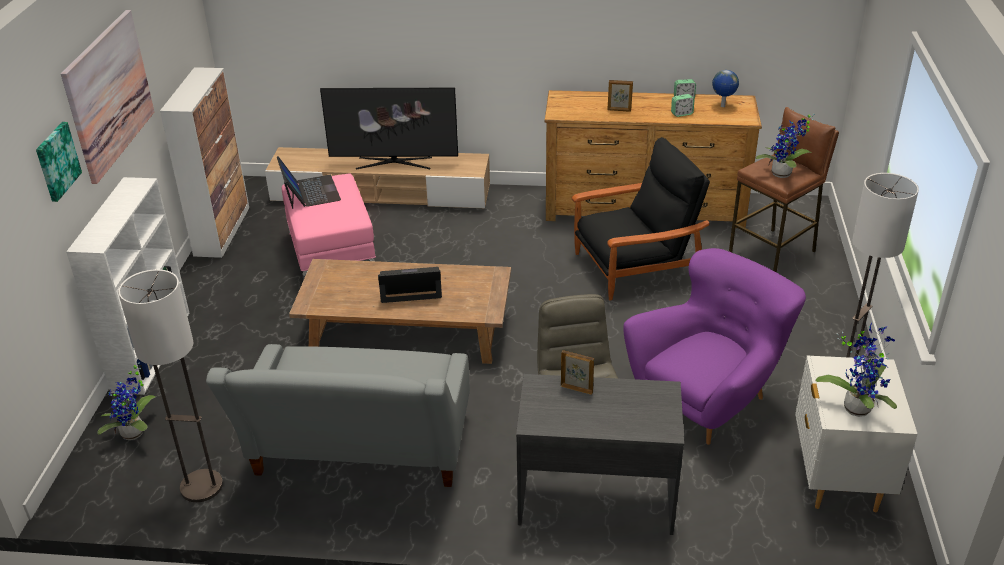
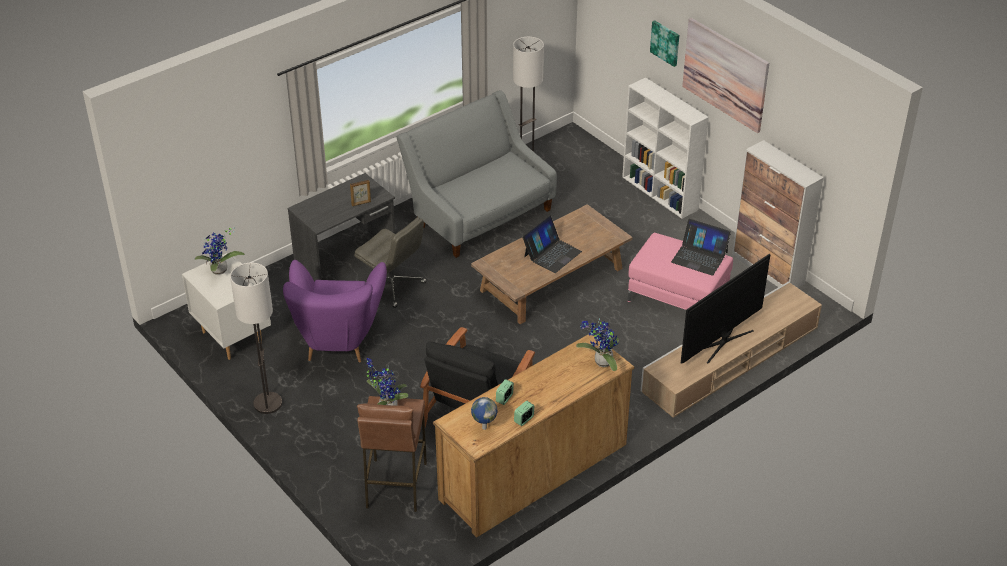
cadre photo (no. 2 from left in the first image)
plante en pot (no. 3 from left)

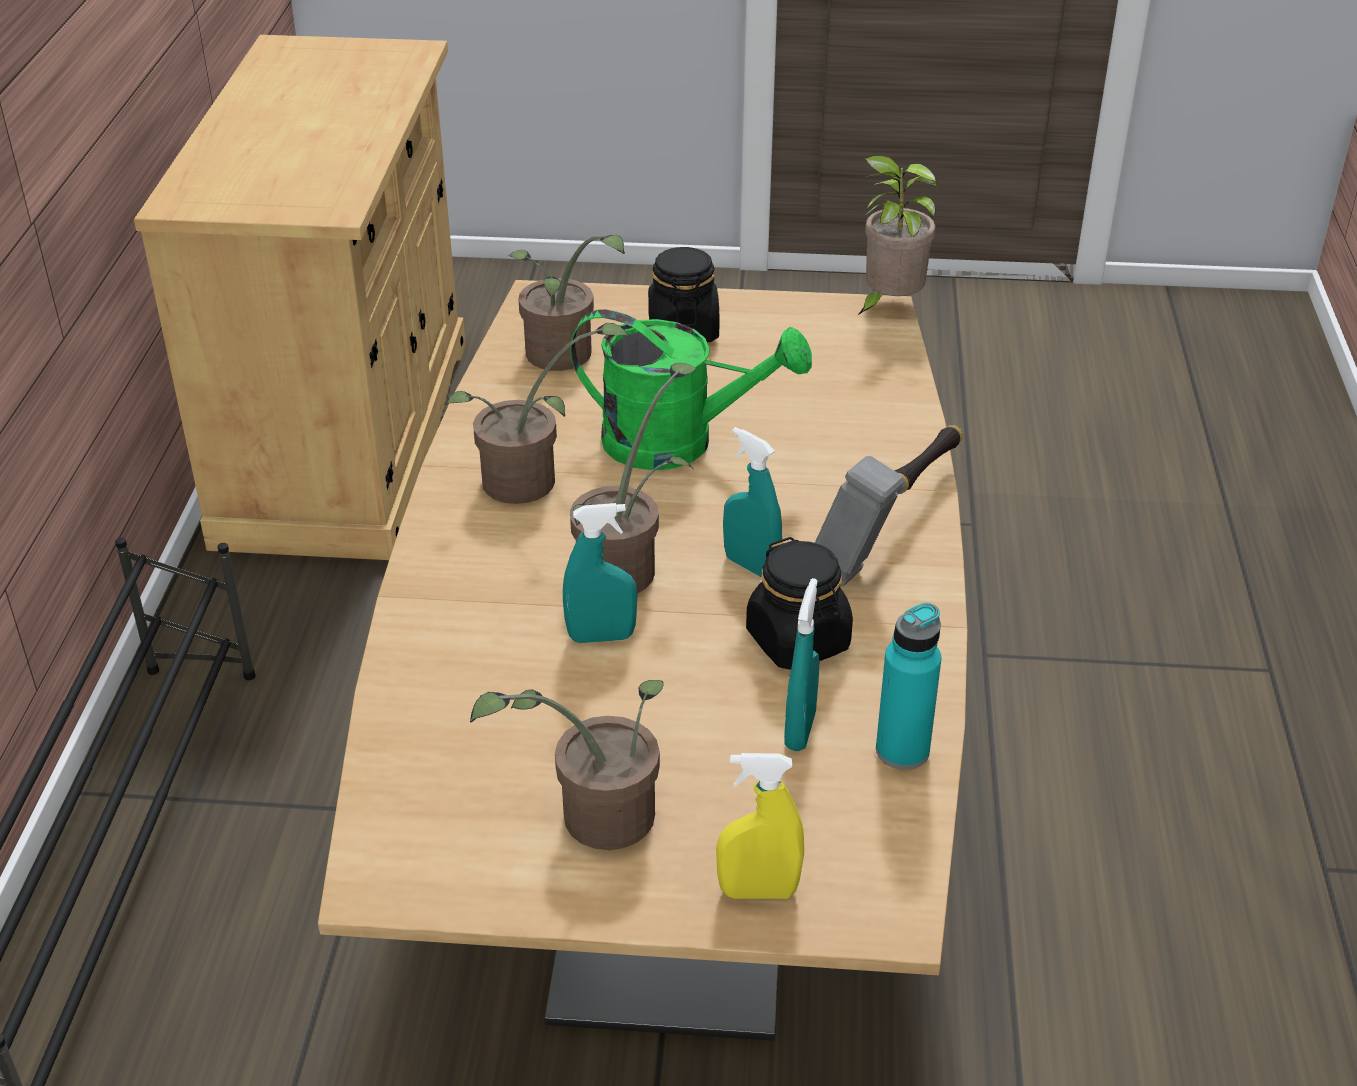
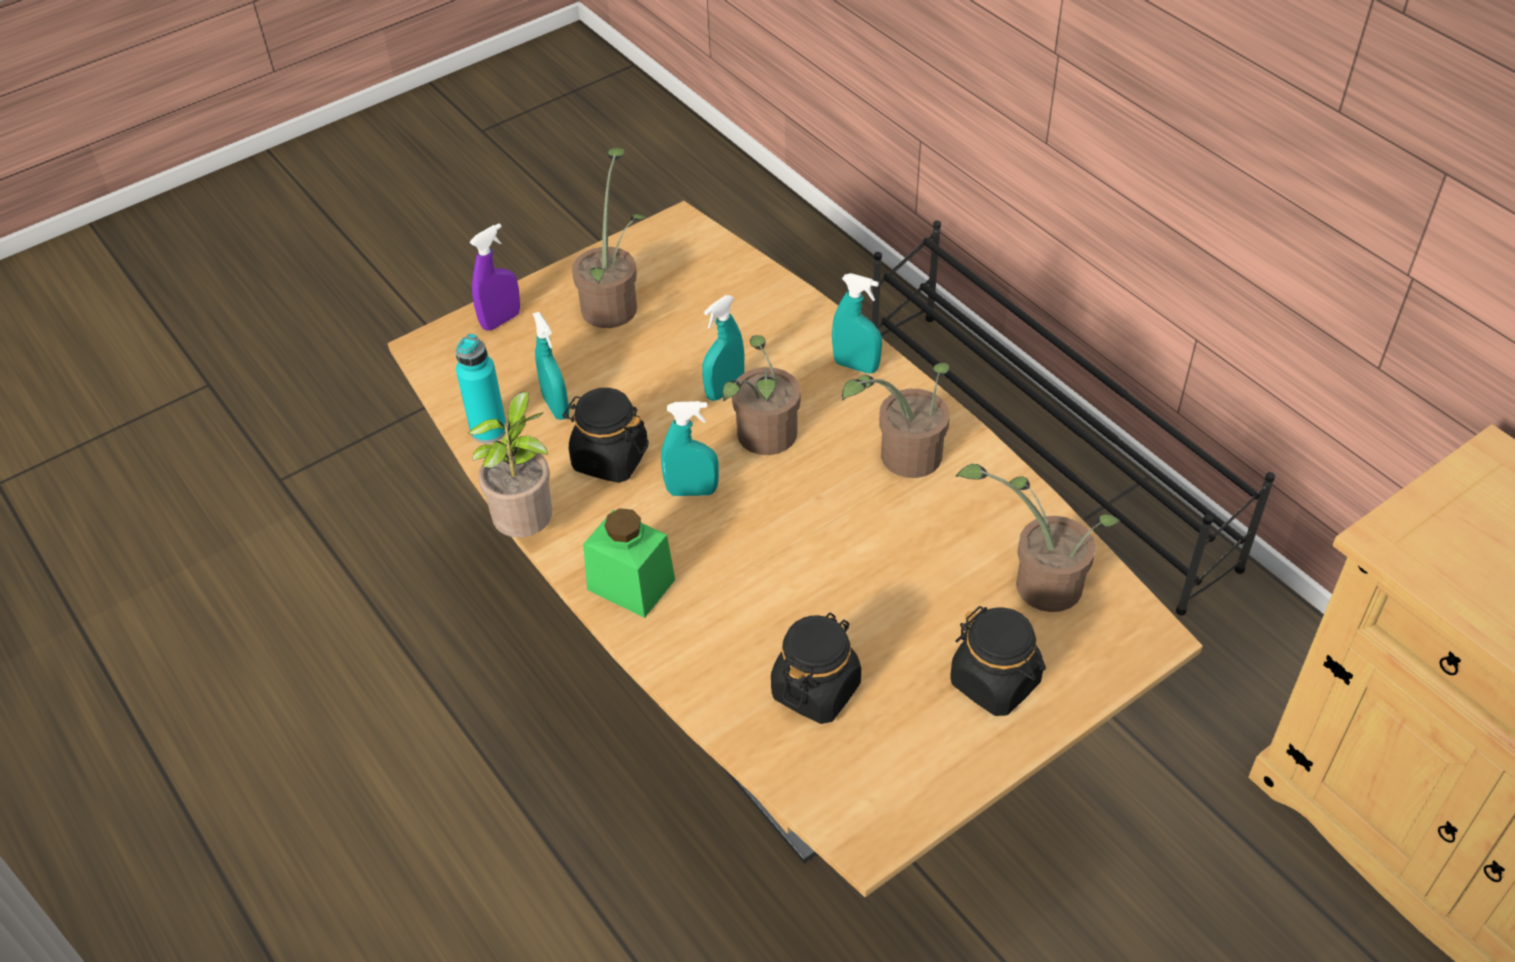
arrosoir/vert
bocal/noir (no. 2 from left)
vaporisateur/turquoise (no. 4 from left)
plante en pot (no. 1 from left)
bocal/vert
vaporisateur/violet

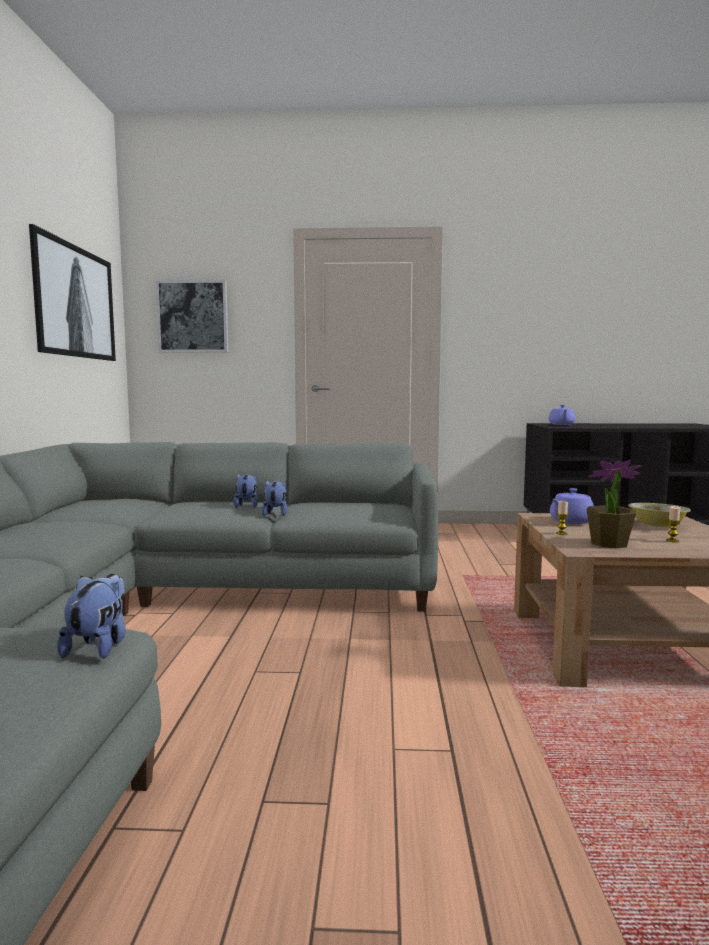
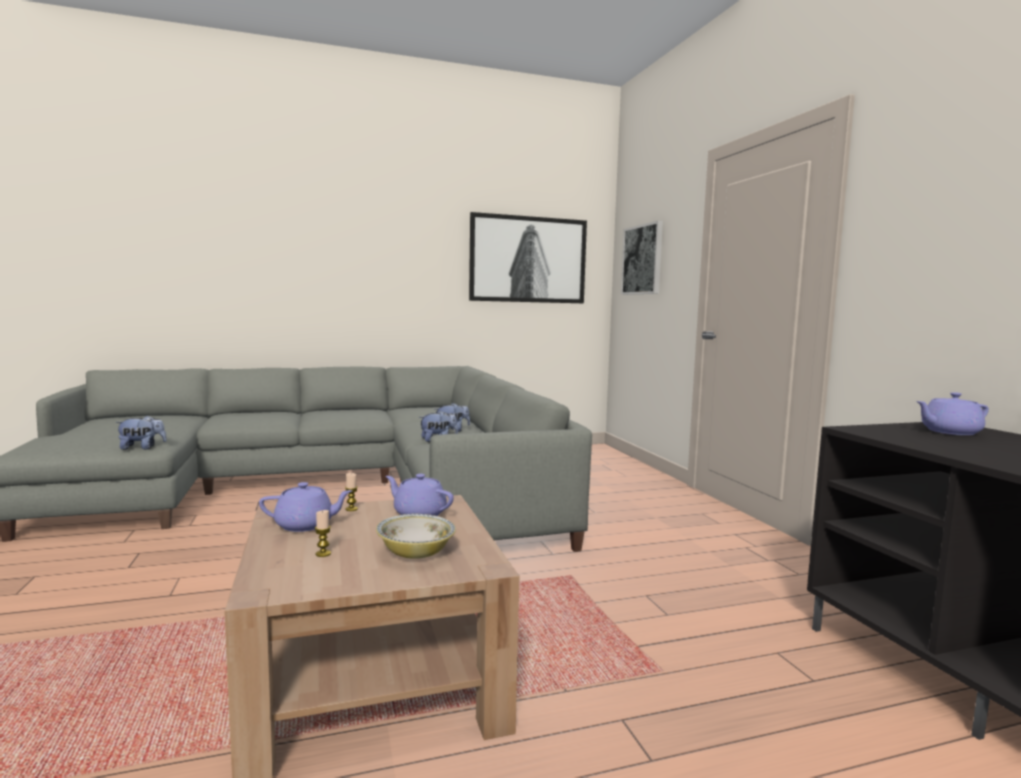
théière/violet (no. 1 from left)

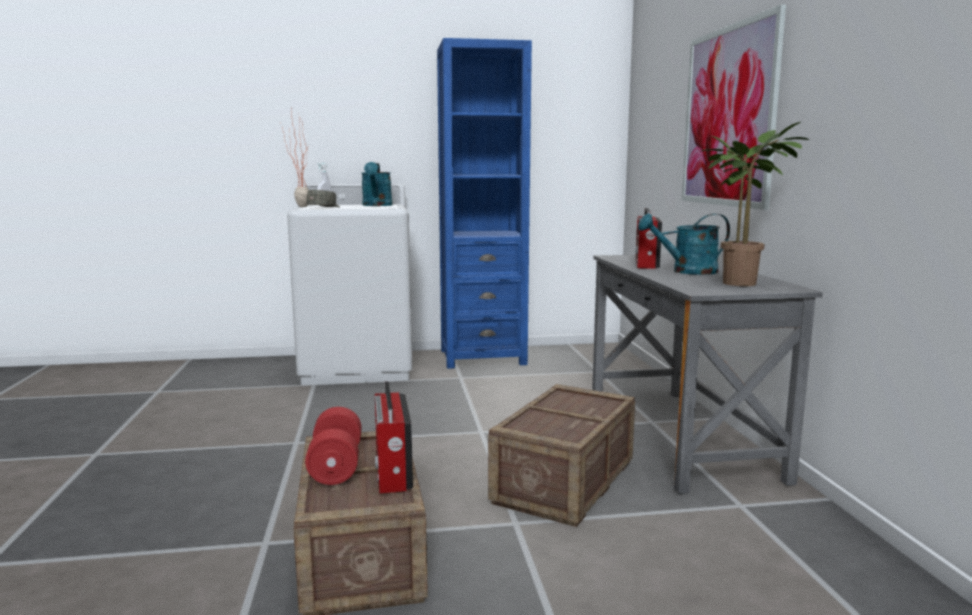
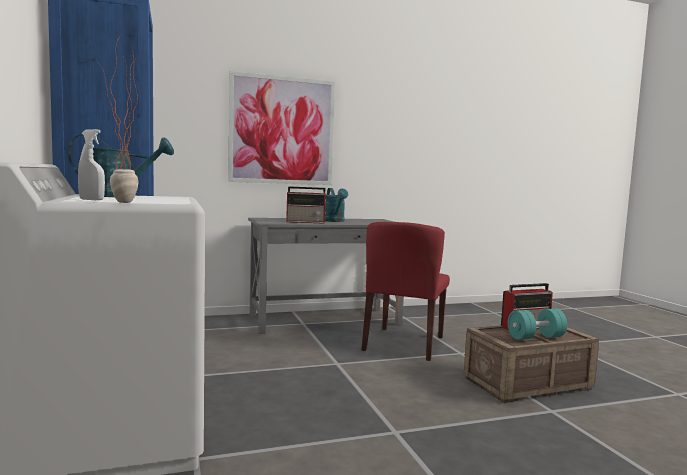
casquette/gris
plante en pot (no. 2 from left in the first image)
chaise/rouge
haltère/turquoise

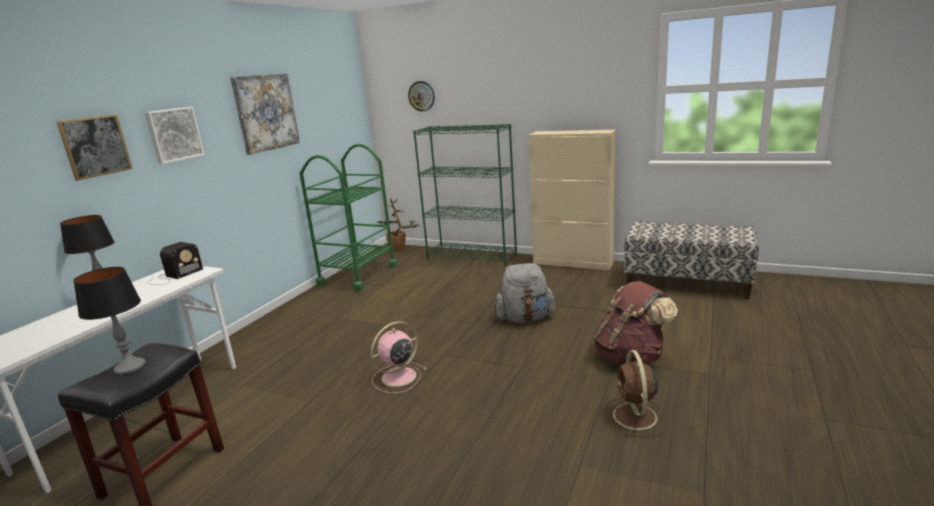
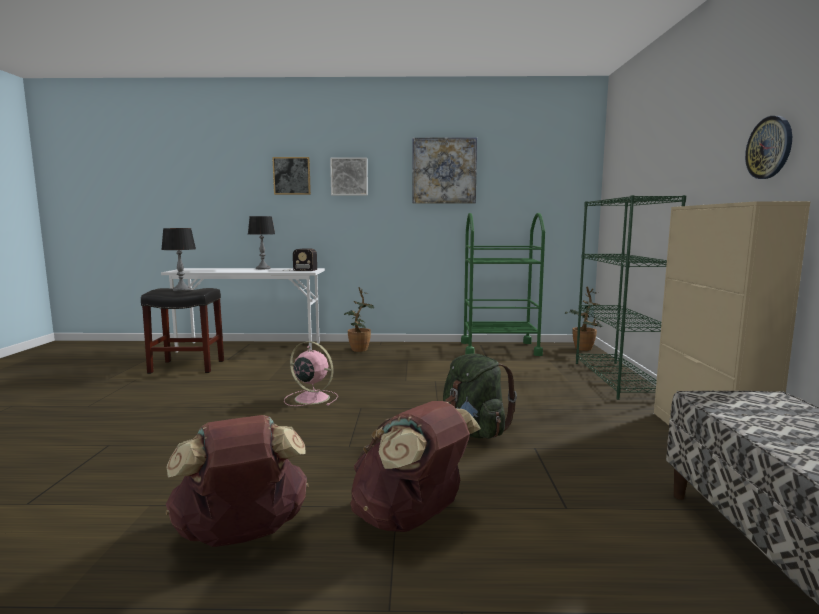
plante en pot (no. 1 from left)
horloge murale
sac à dos/marron (no. 1 from left)
sac à dos/vert

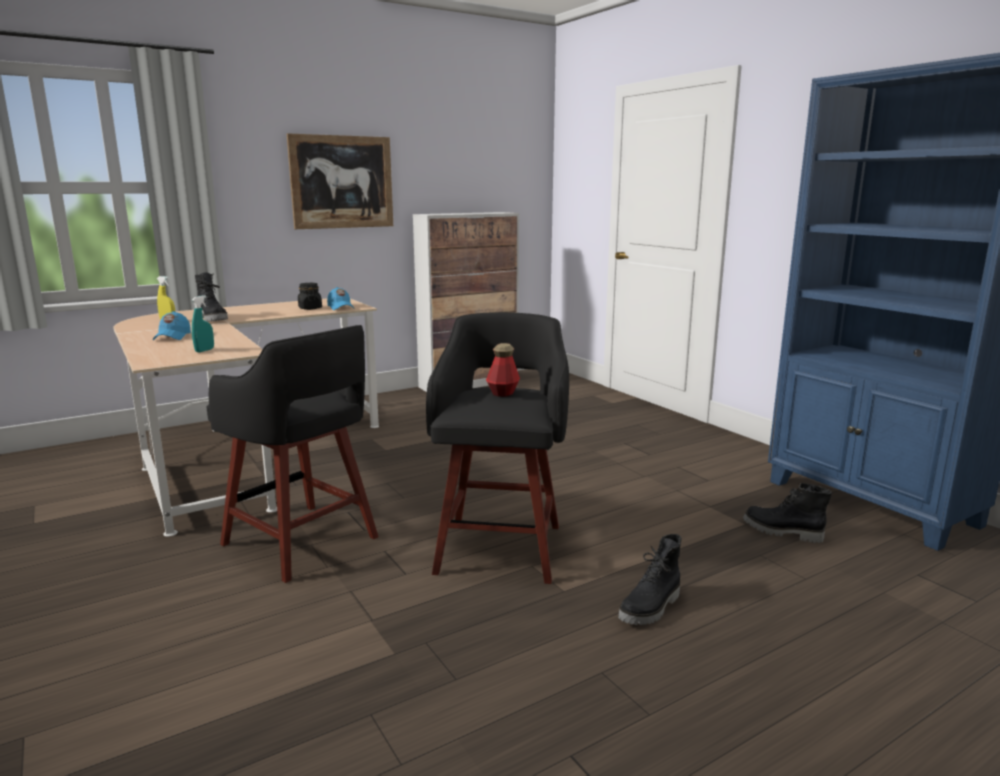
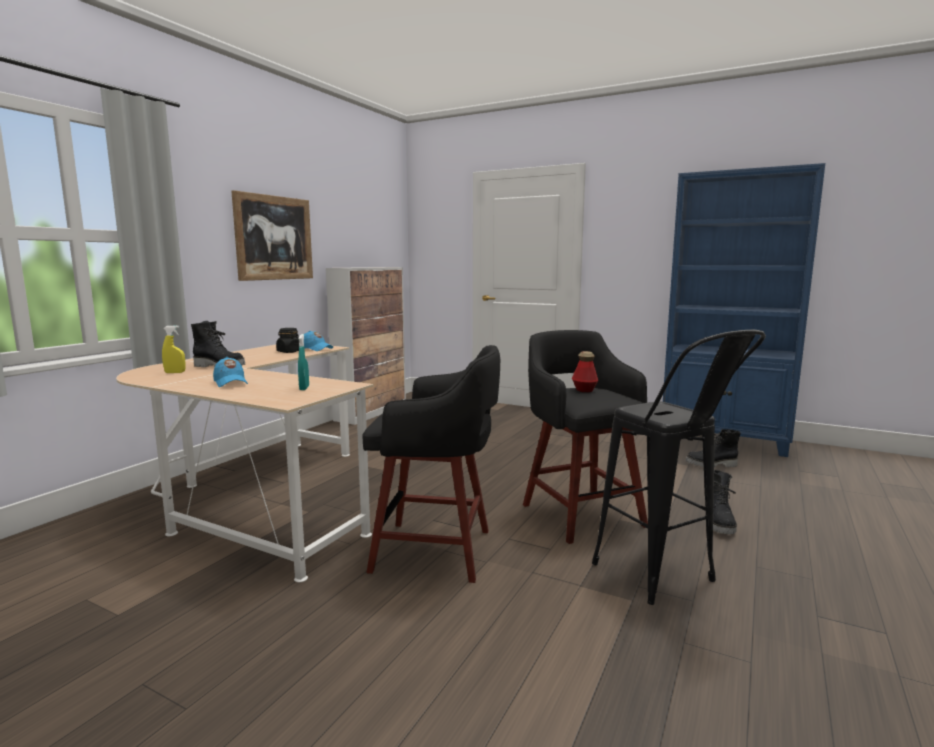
tabouret/noir (no. 3 from left)

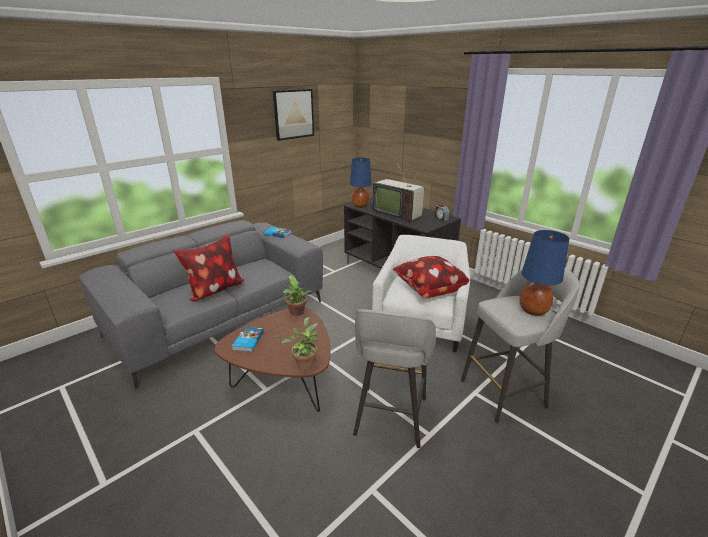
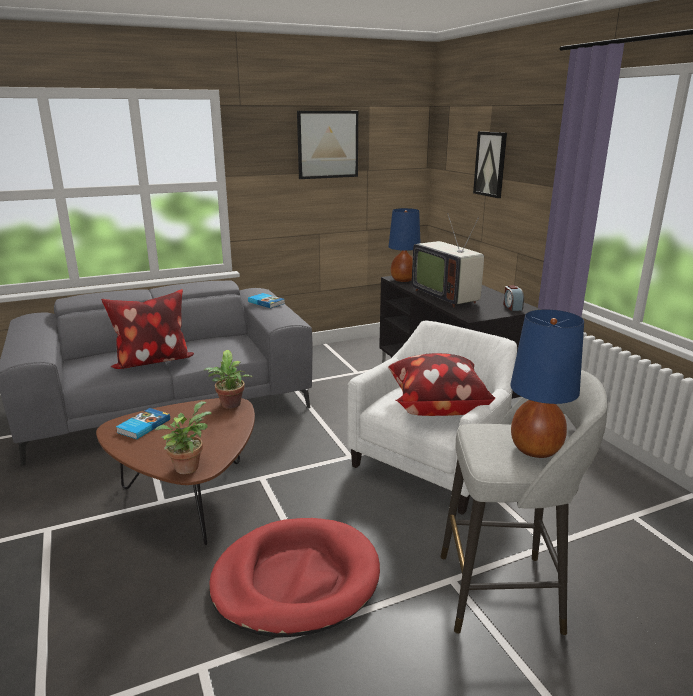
tableau (no. 2 from left)
panier pour chien/rouge

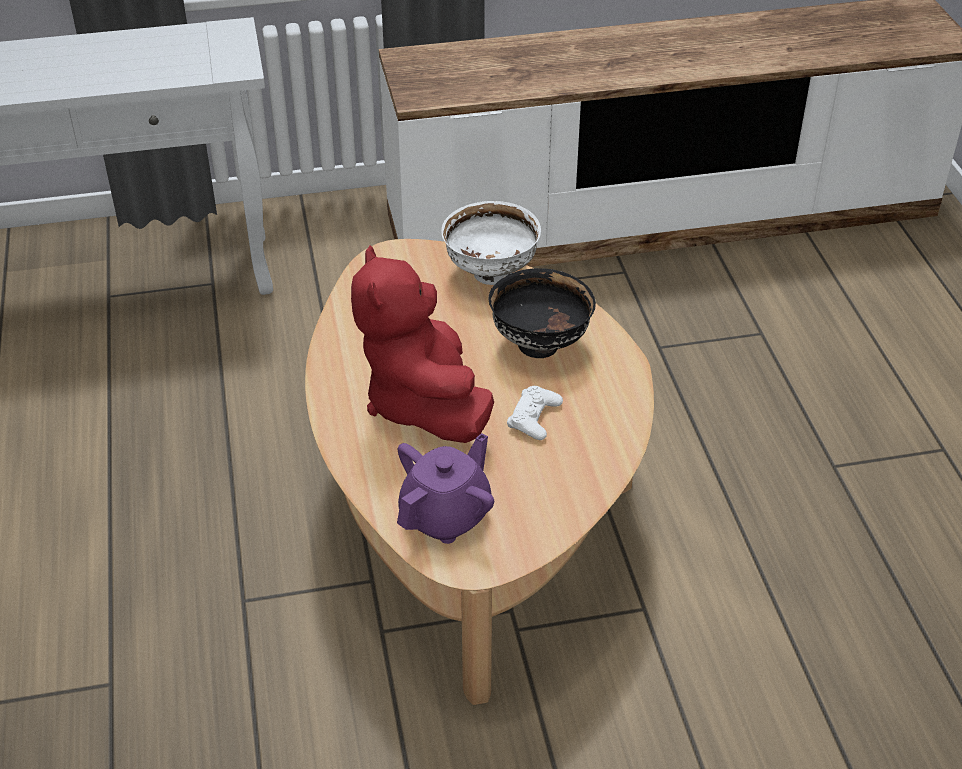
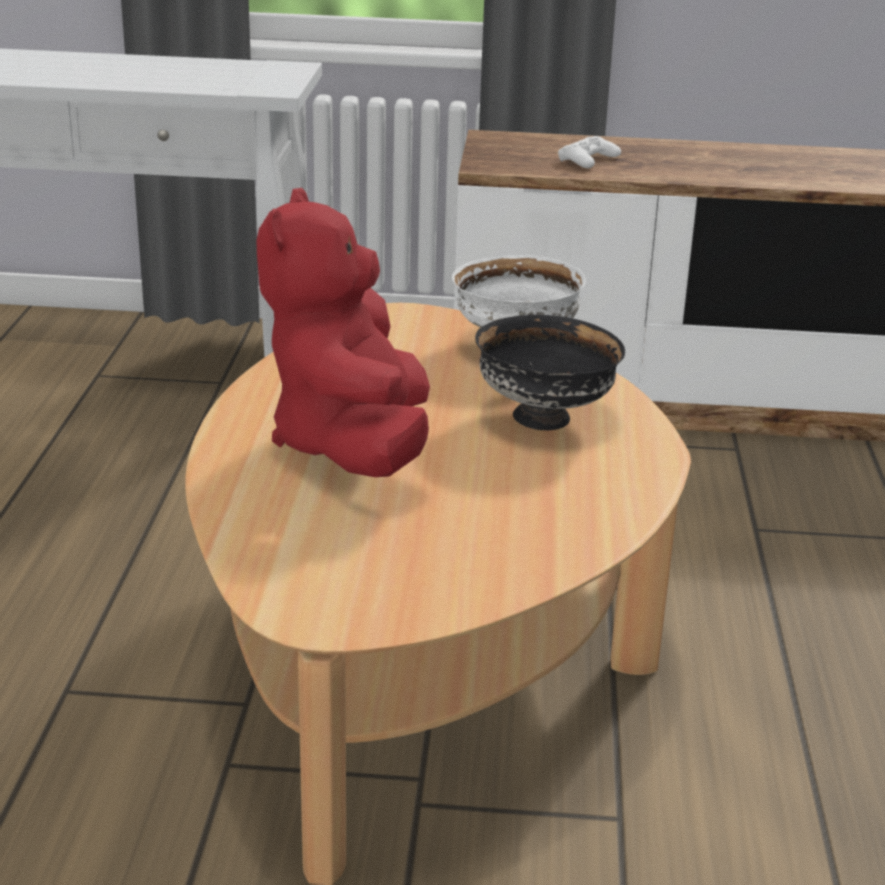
théière/violet
manette/blanc

